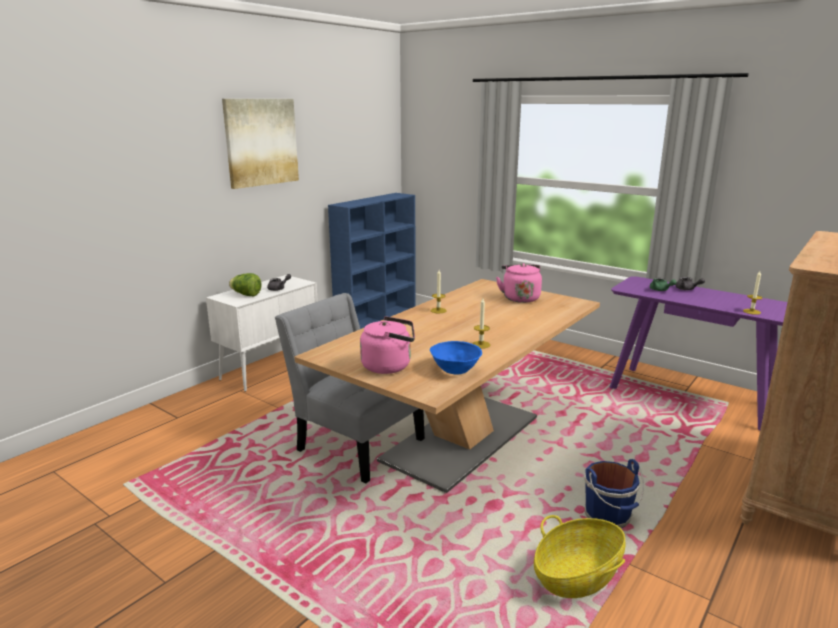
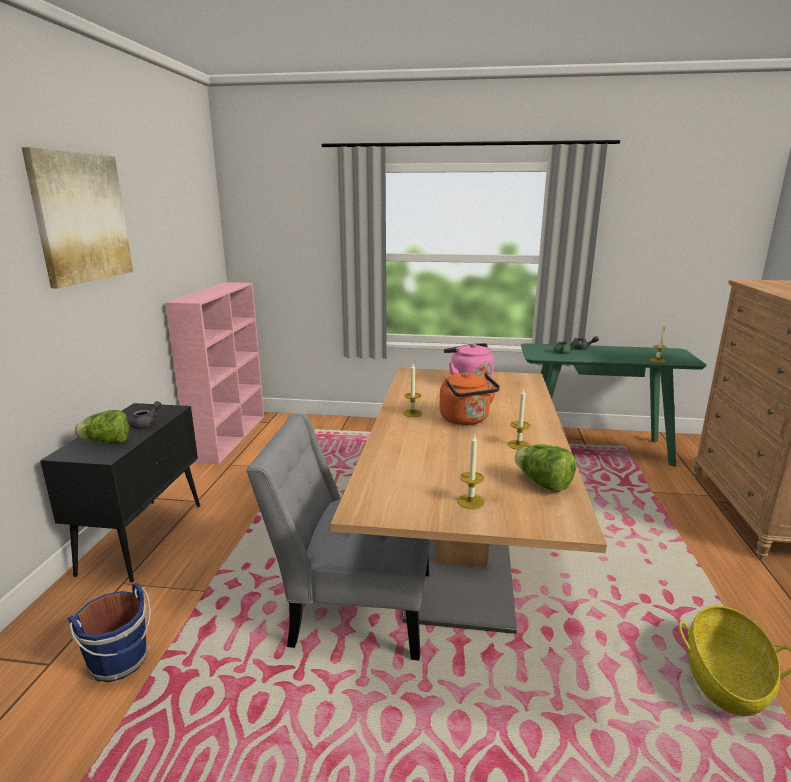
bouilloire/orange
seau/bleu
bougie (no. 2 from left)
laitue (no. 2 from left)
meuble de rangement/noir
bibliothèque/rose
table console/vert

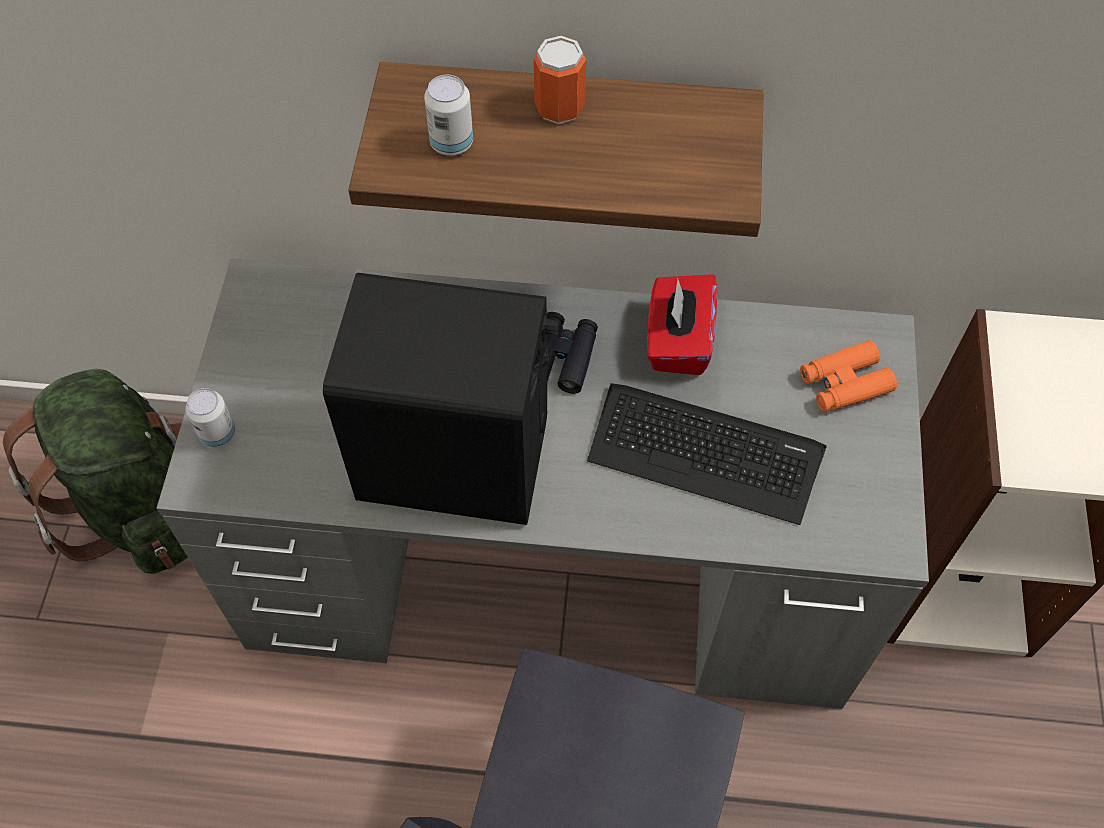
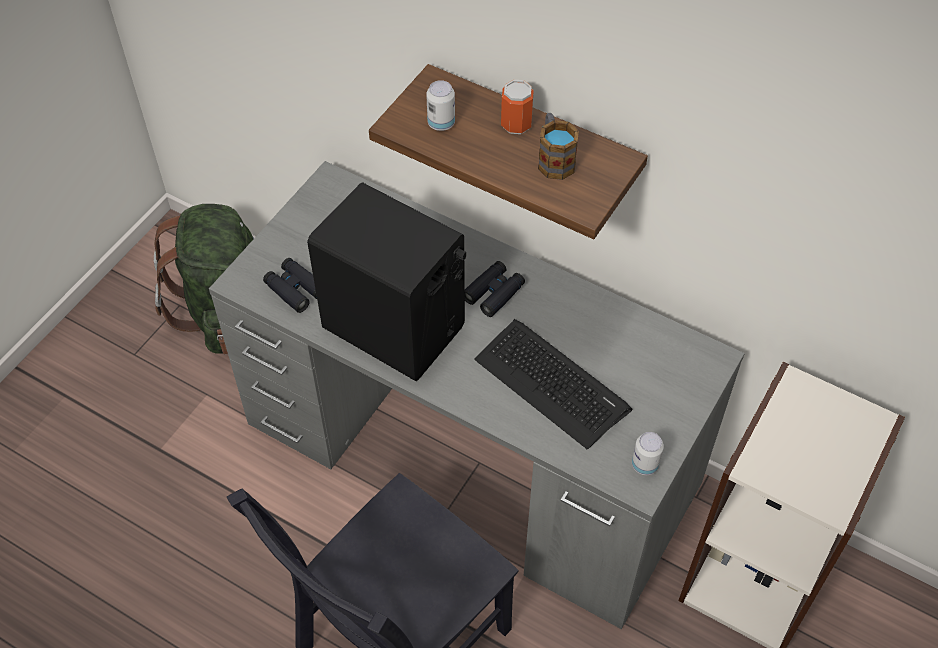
boîte à mouchoirs/rouge
jumelles/orange
jumelles/noir (no. 1 from left)
mug
boîte métallique (no. 3 from left)

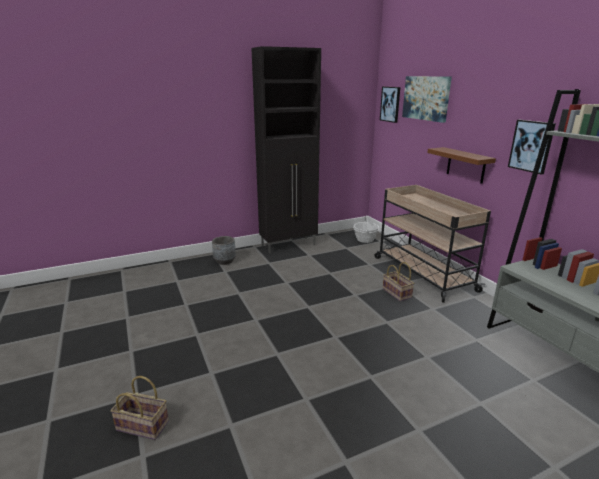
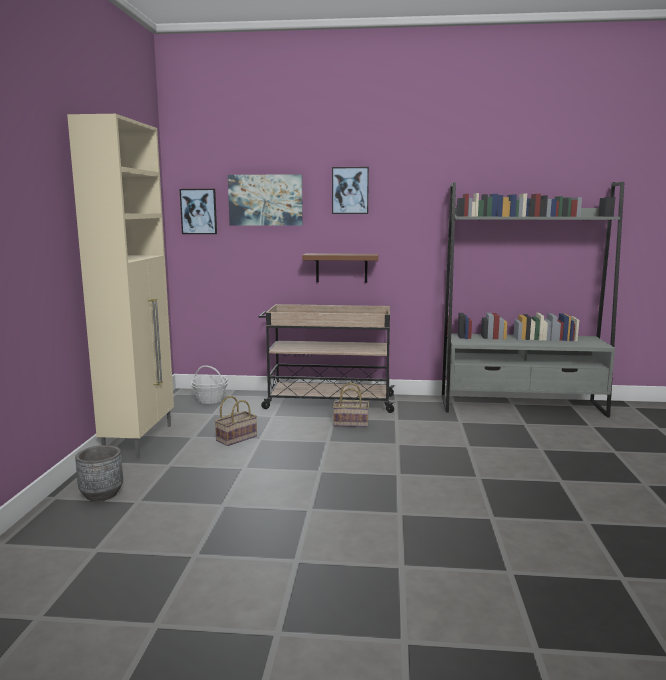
panier (no. 2 from left)
tableau (no. 3 from left)
meuble de rangement/beige

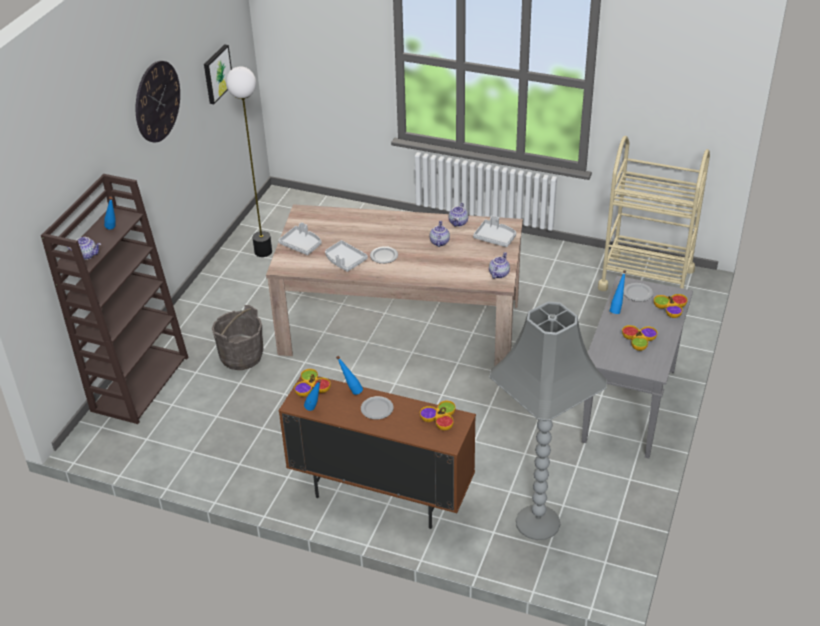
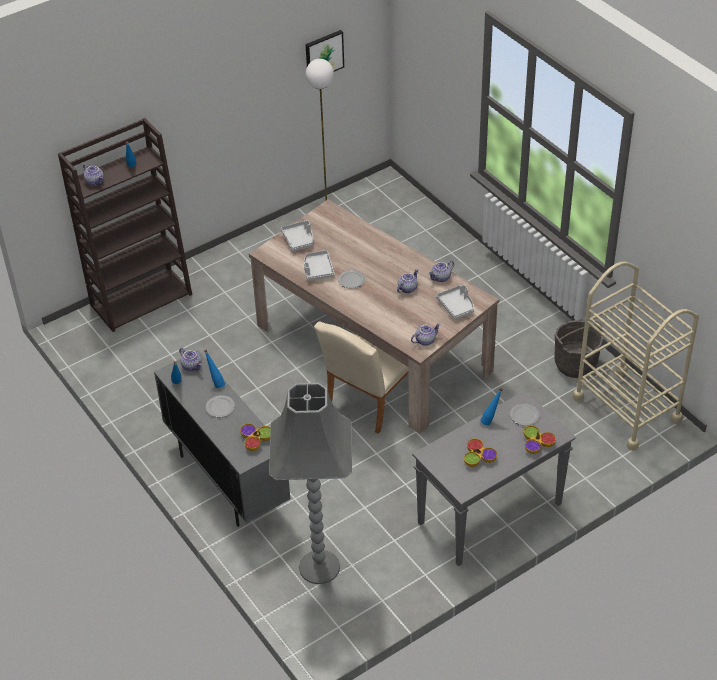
horloge murale
chaise/beige
seau/gris
théière (no. 2 from left)
meuble de rangement/gris

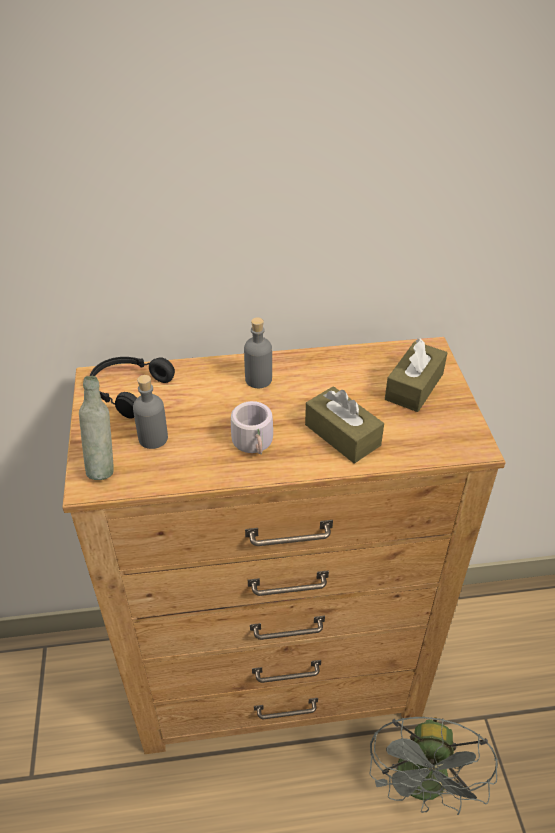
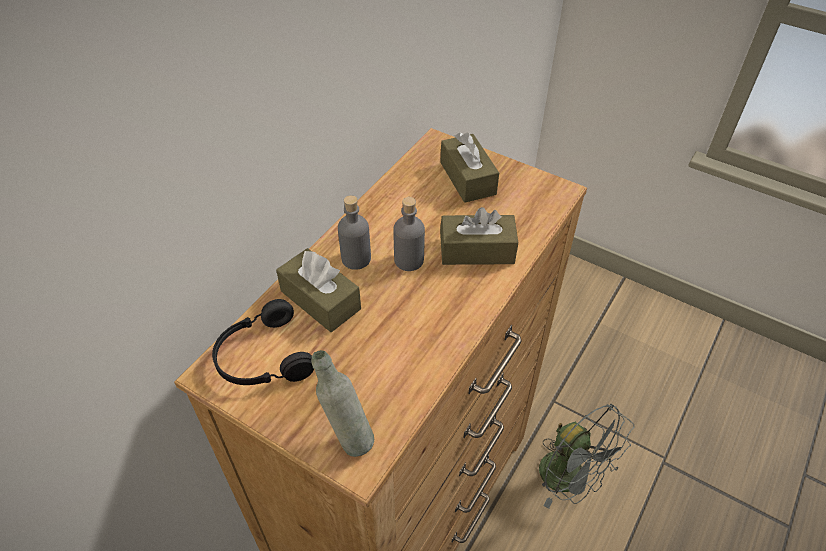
mug/gris
boîte à mouchoirs/marron (no. 1 from left)
bouteille/gris (no. 3 from left)

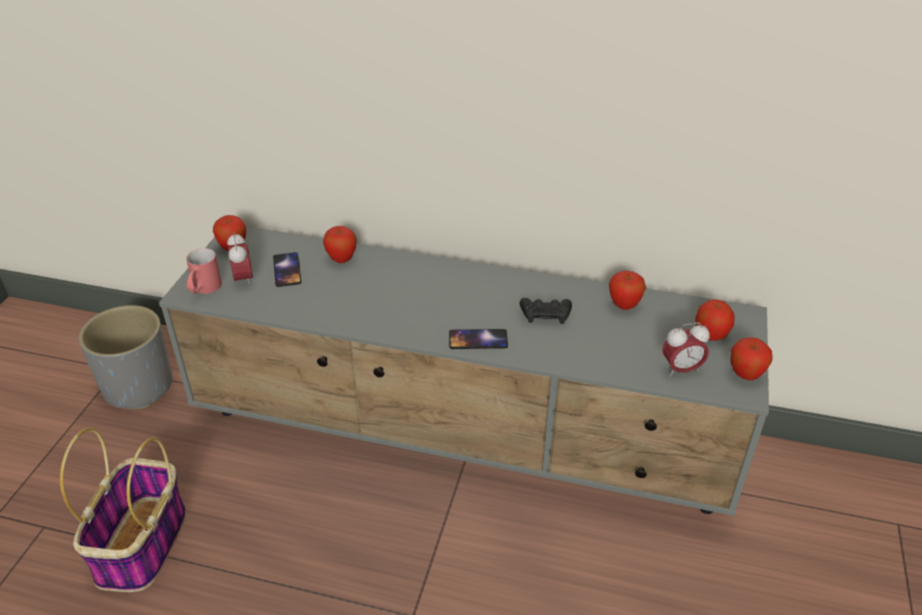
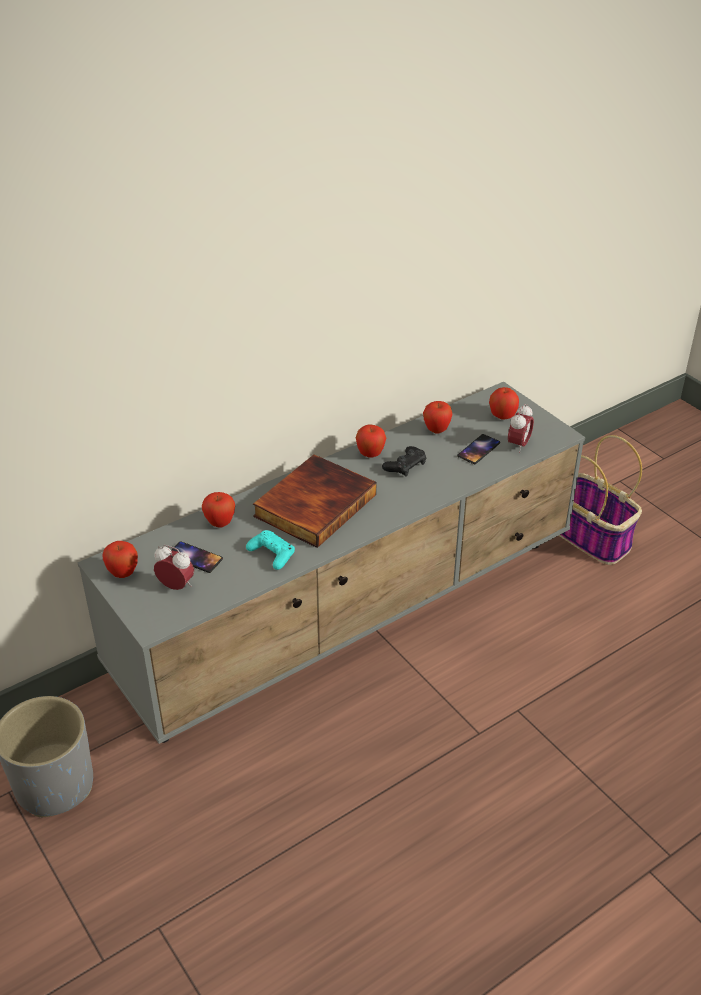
mug/rouge
manette/turquoise
livre
panier
téléphone (no. 2 from left)
pomme (no. 3 from left)

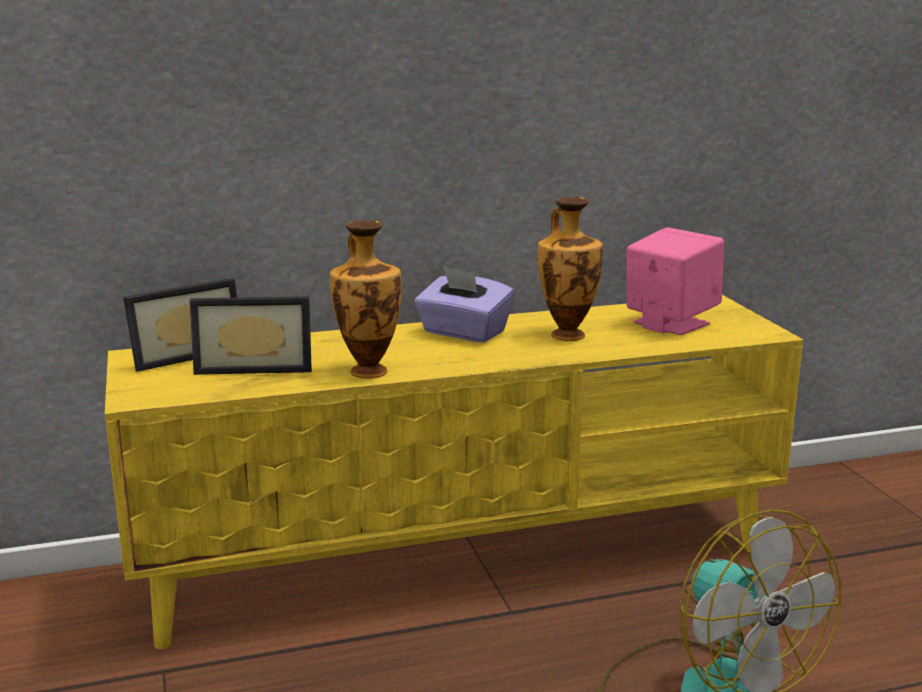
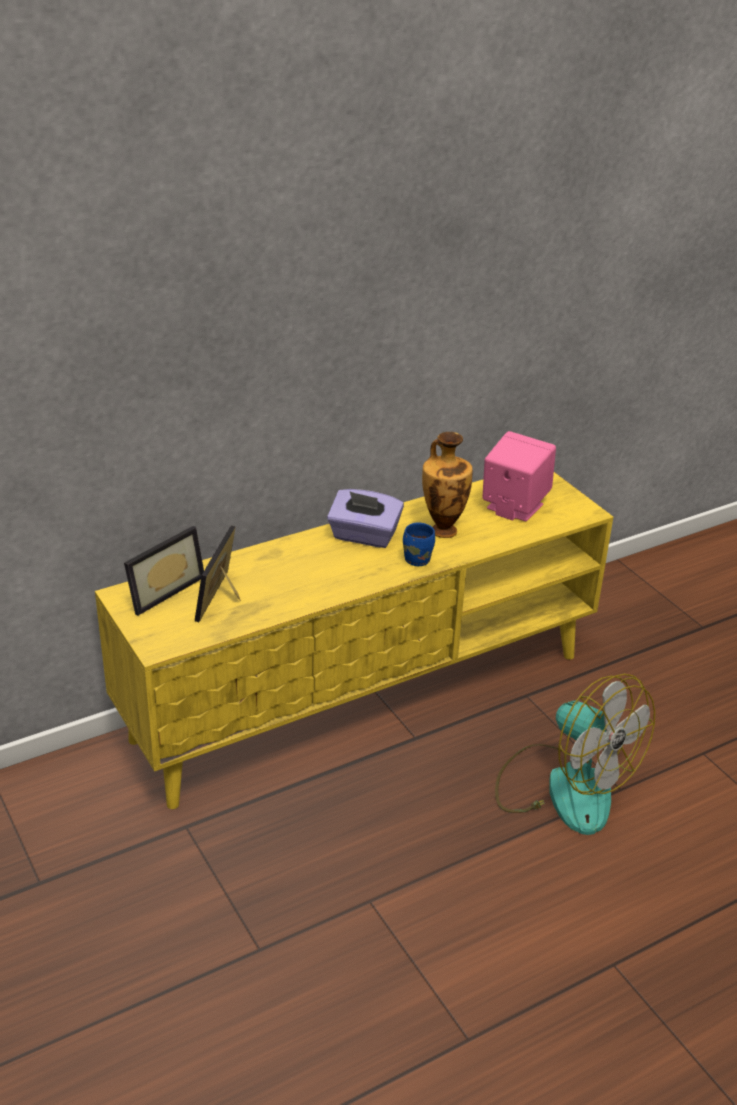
vase (no. 1 from left in the first image)
mug/bleu
cadre photo (no. 2 from left)

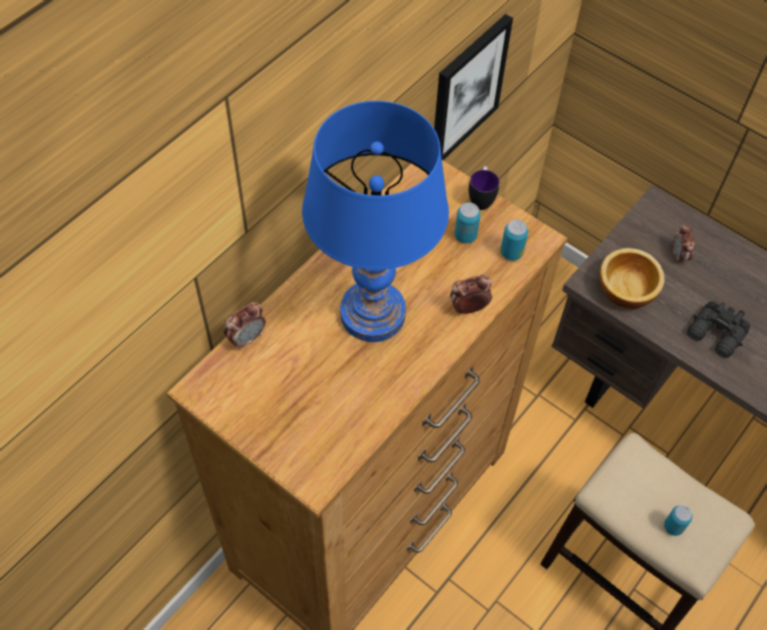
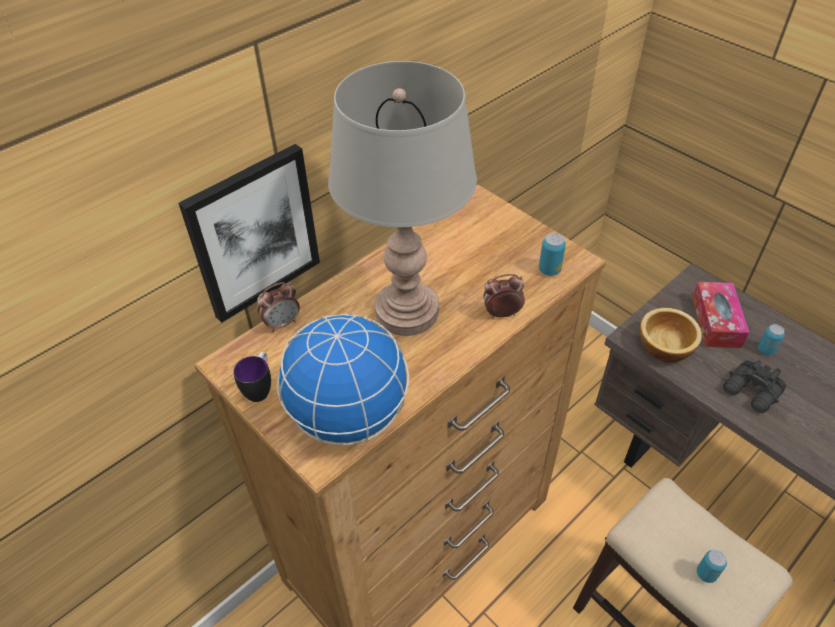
globe
tableau
boîte métallique (no. 3 from left)
mug
boîte à mouchoirs
lampe de table/gris

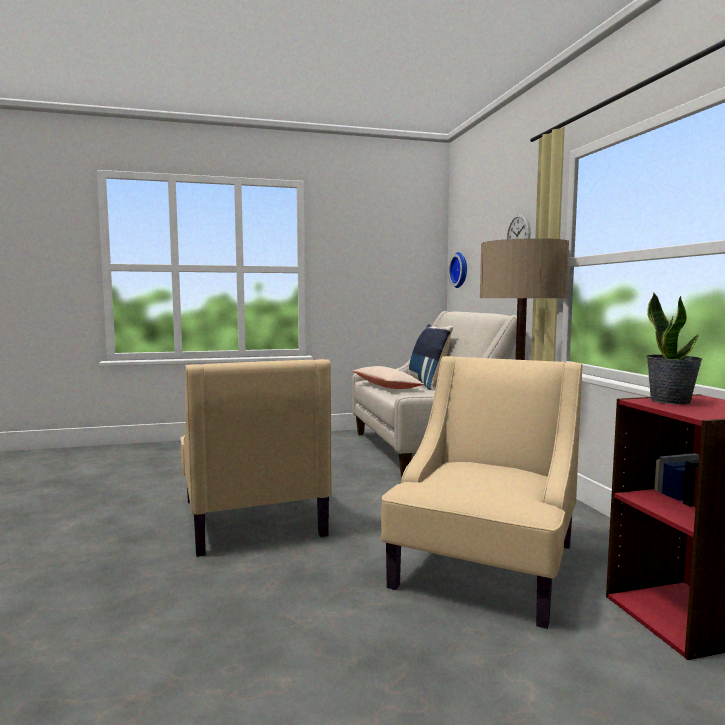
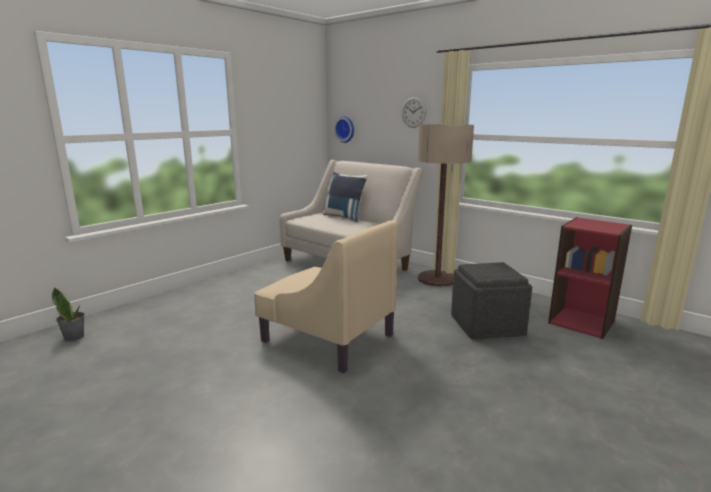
coussin/beige
plante en pot
pouf/gris

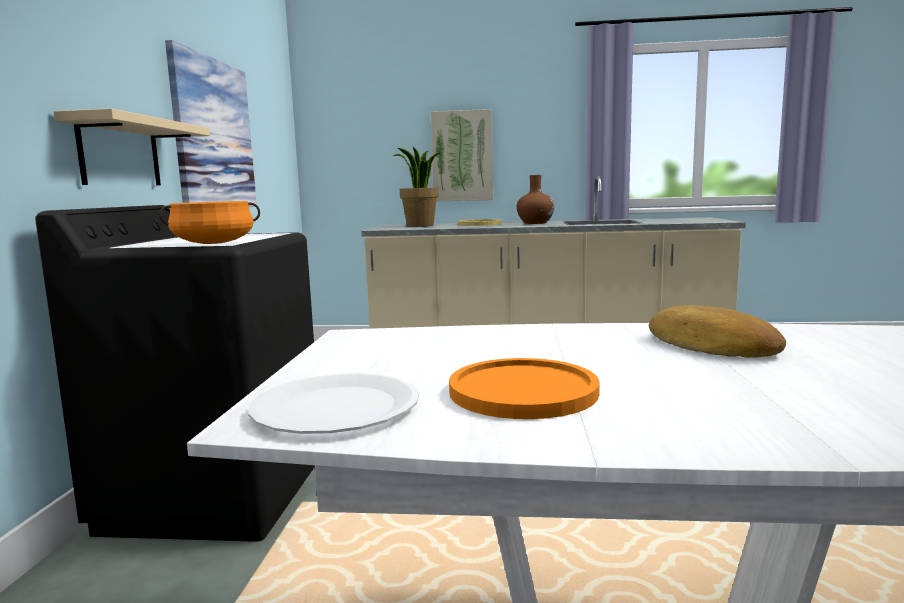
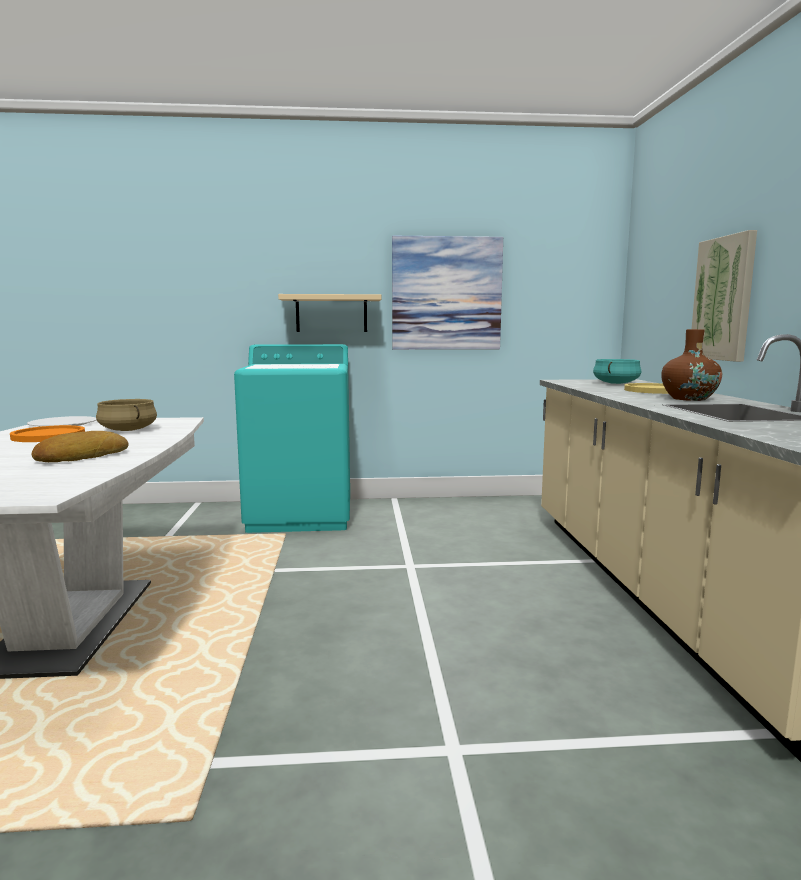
marmite/orange
marmite/beige
marmite/turquoise
lave-linge/turquoise

